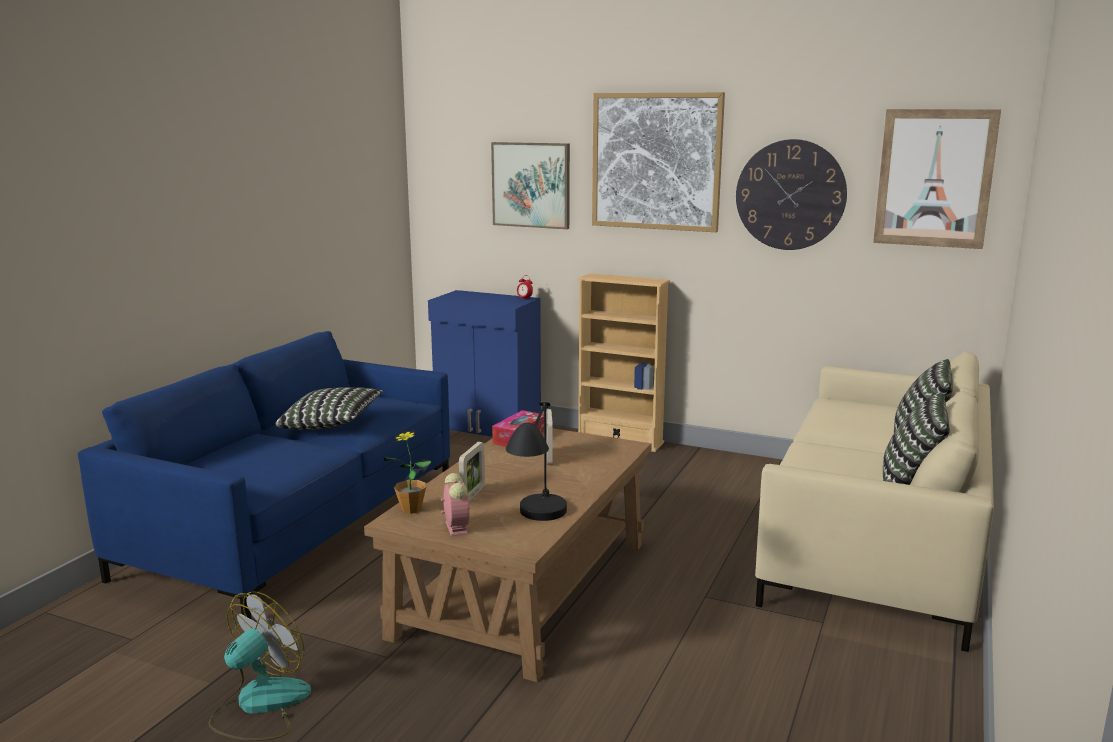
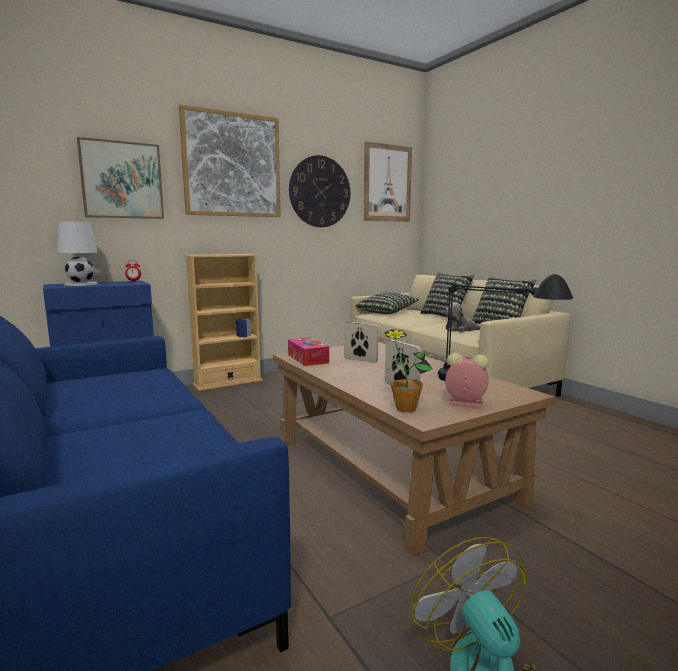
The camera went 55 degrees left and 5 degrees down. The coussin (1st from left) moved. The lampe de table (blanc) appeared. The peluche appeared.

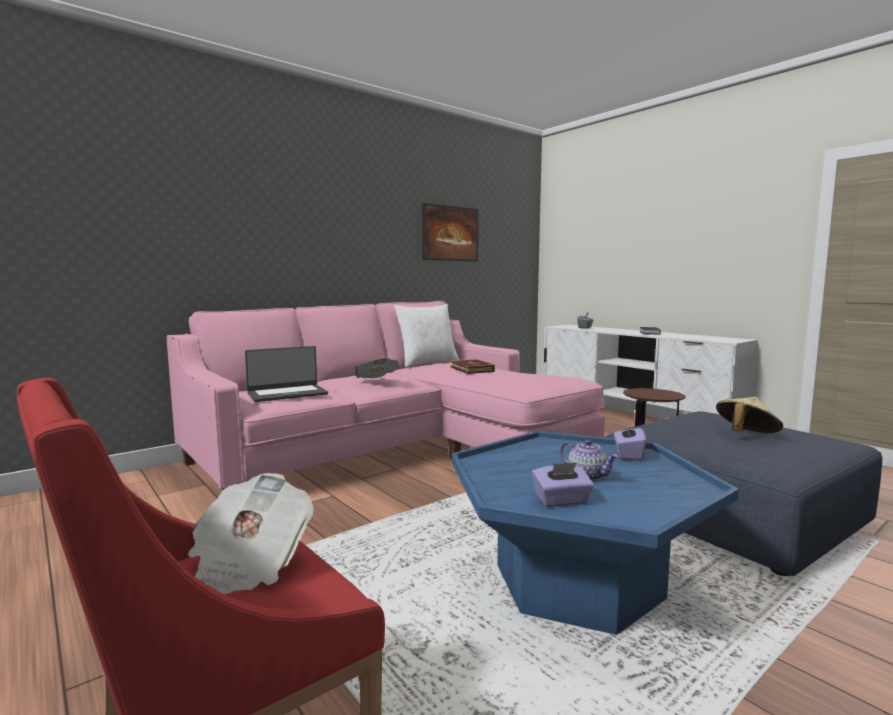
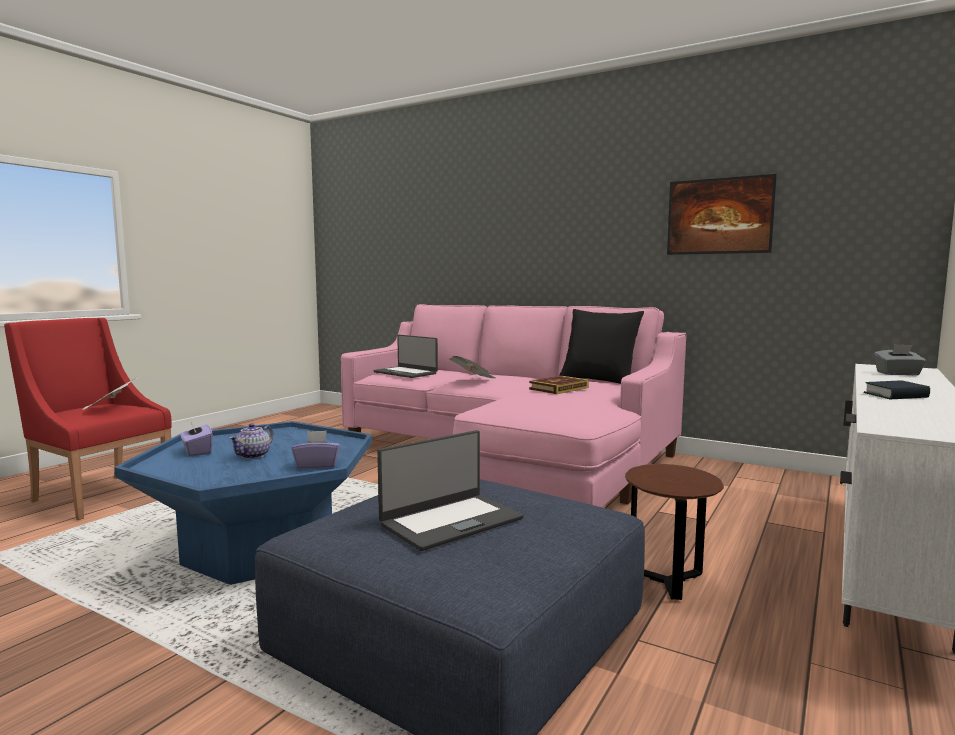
The camera went 70 degrees right and 0 degrees up. The coussin (blanc) became the coussin (noir). The chapeau (beige) was replaced by the ordinateur portable (2nd from left).

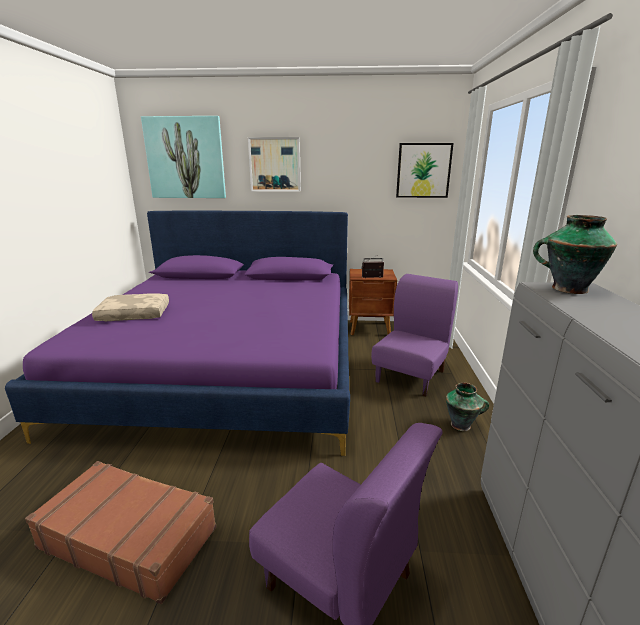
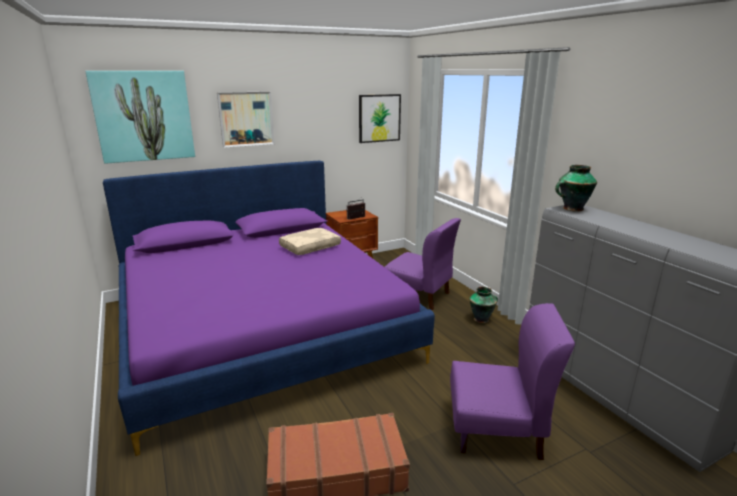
The camera went 30 degrees left and 0 degrees up. The chaise (violet) (2nd from left in the first image) turned 120 degrees clockwise. The coussin (beige) moved.

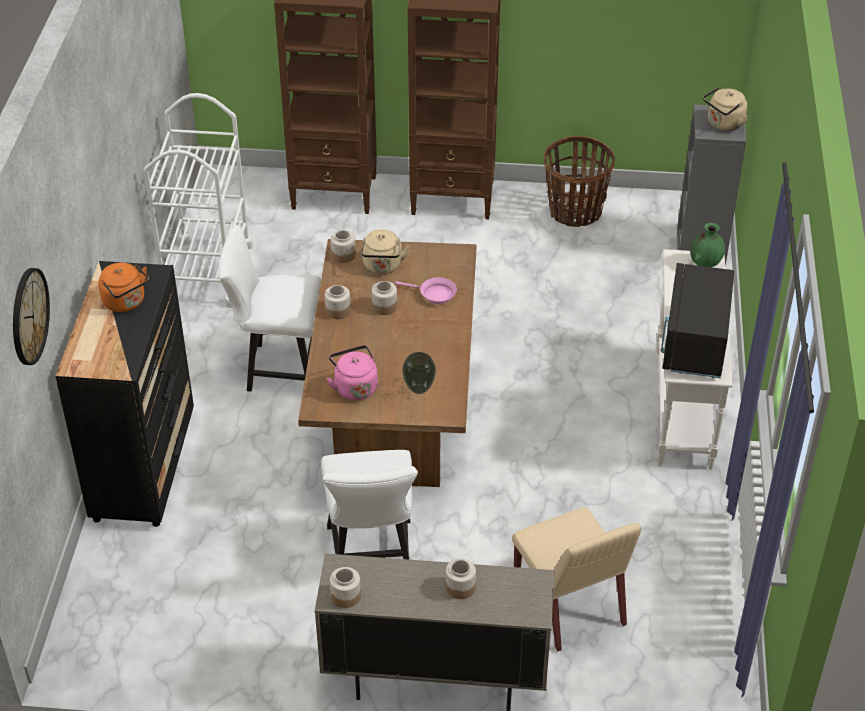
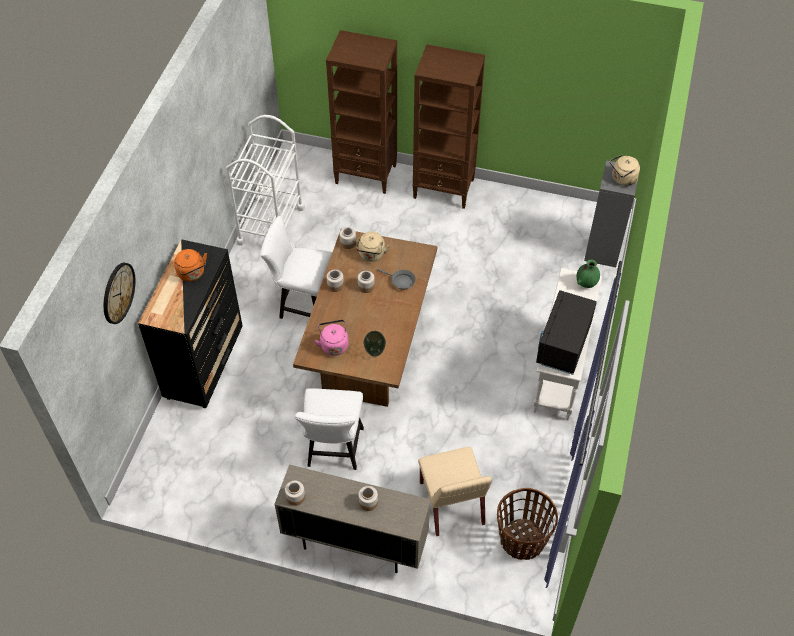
The camera went 10 degrees right and 10 degrees up. The panier moved. The poêle (rose) became the poêle (gris).

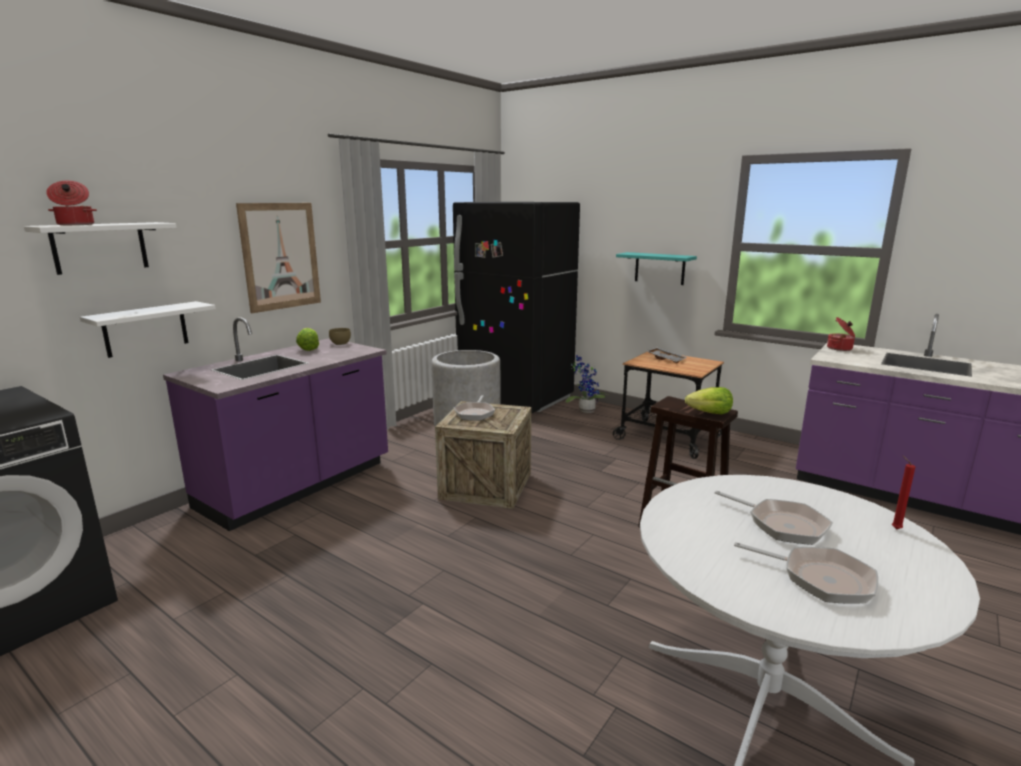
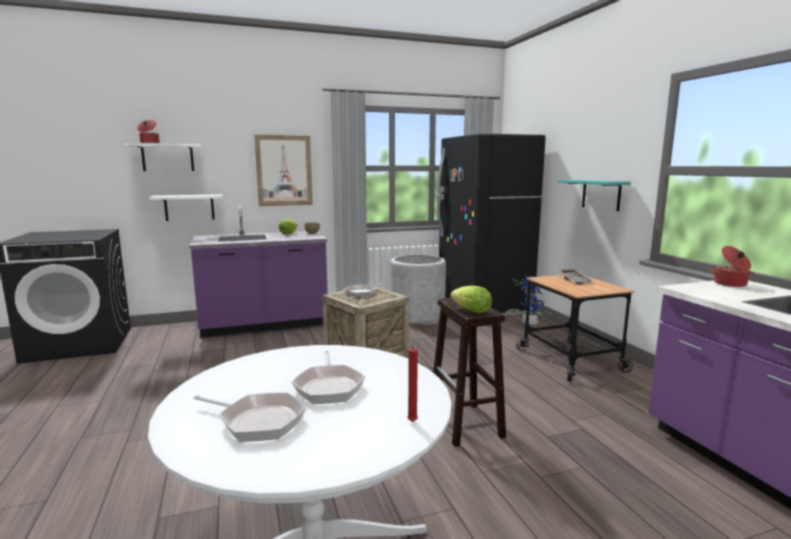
The camera went 35 degrees right and 5 degrees down. The poêle (3rd from left in the first image) turned 45 degrees counterclockwise.

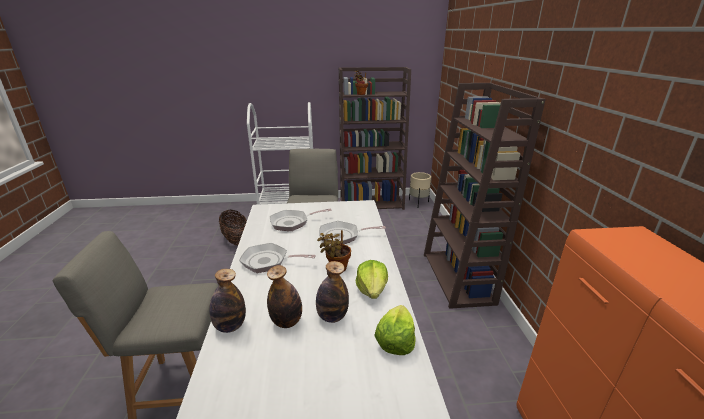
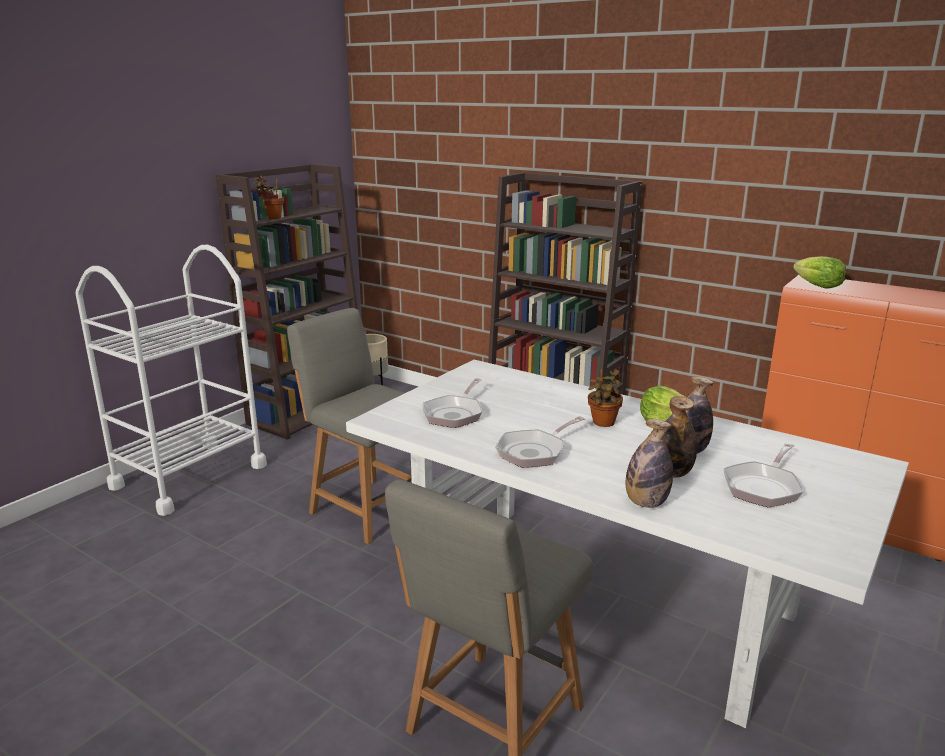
The camera went 50 degrees left and 5 degrees down. The panier disappeared. The poêle (3rd from left) moved. The laitue (2nd from left) moved.

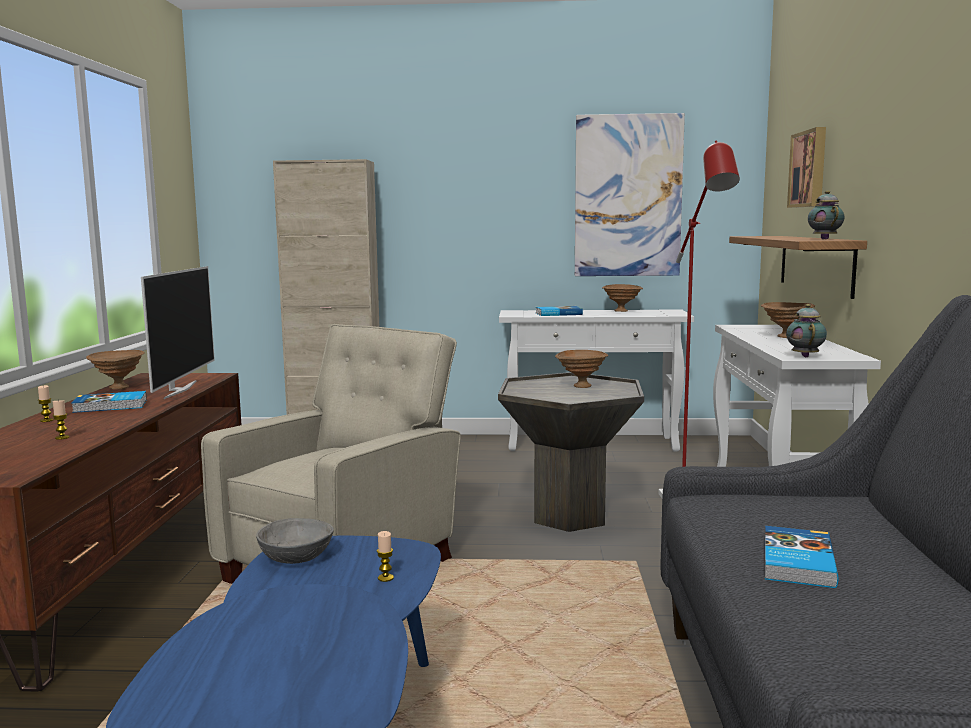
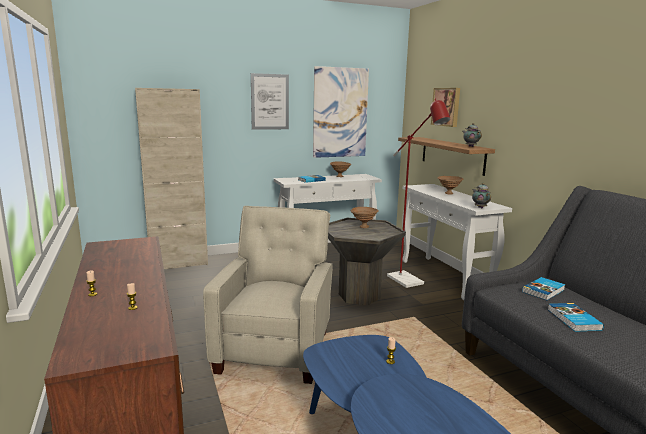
The camera went 25 degrees left and 5 degrees up. The téléviseur disappeared. The bol (marron) (1st from left) disappeared. The livre (1st from left in the first image) moved. The bol (gris) disappeared. The tableau (1st from left) appeared.

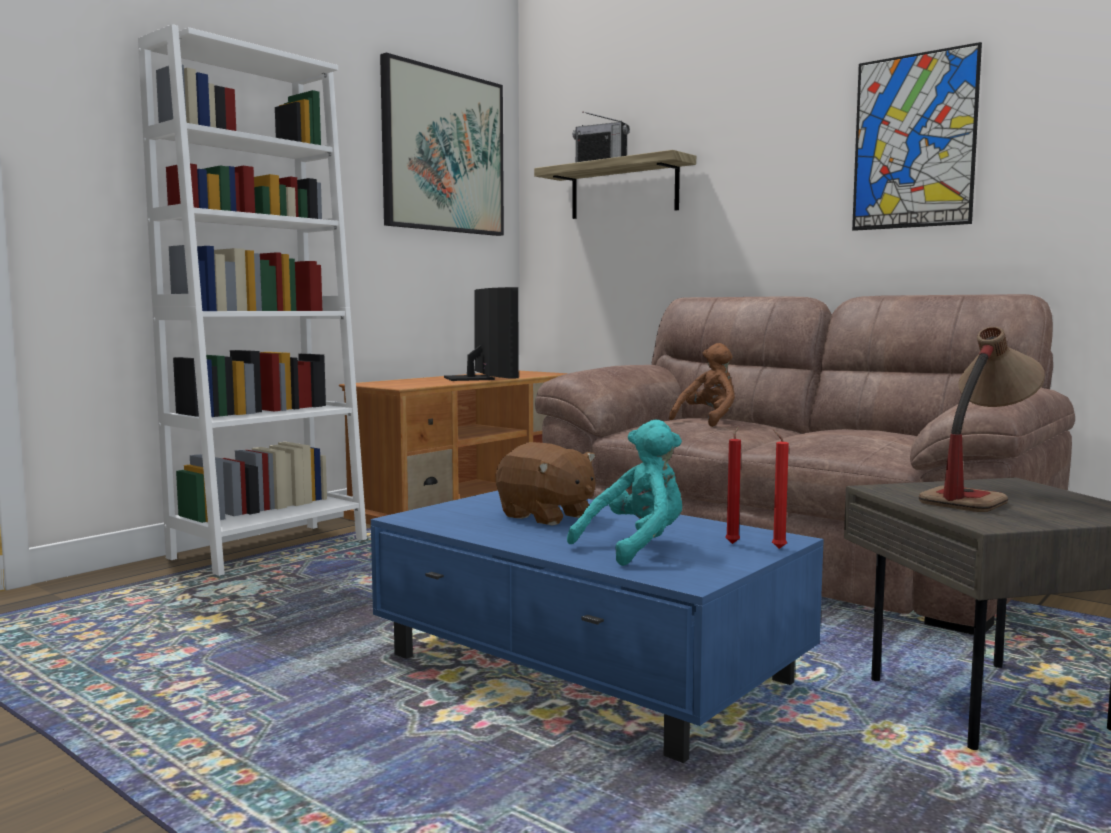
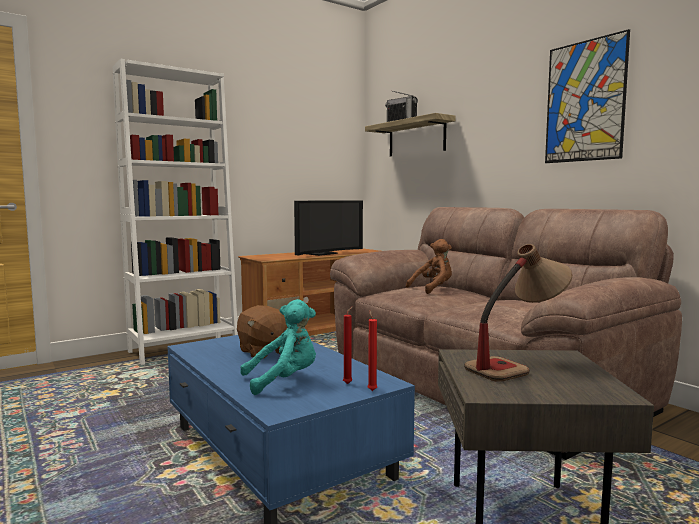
The camera went 15 degrees right and 0 degrees up. The tableau (1st from left) disappeared. The téléviseur turned 45 degrees clockwise.

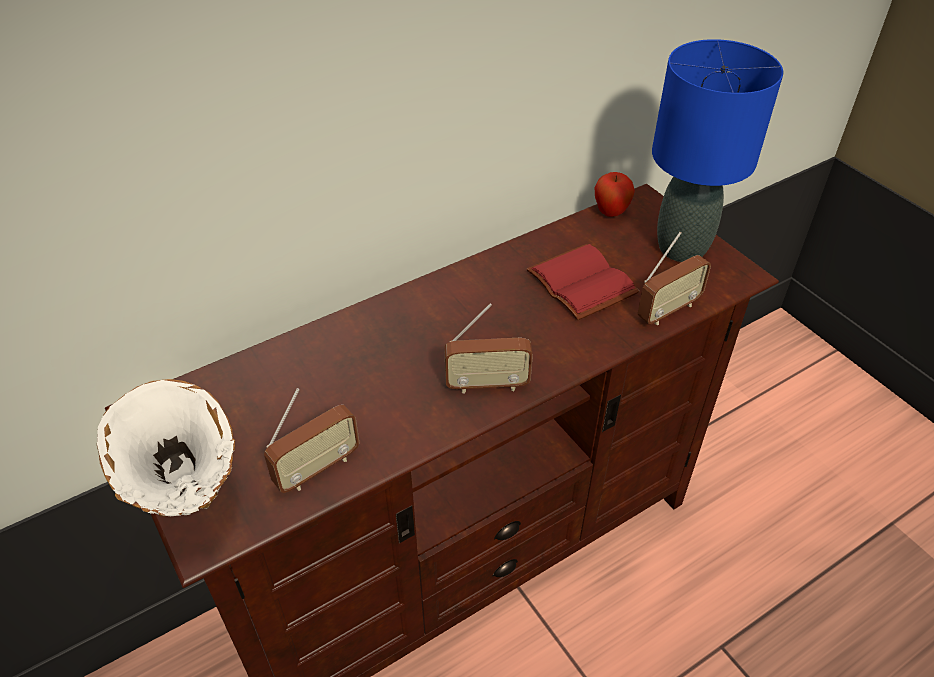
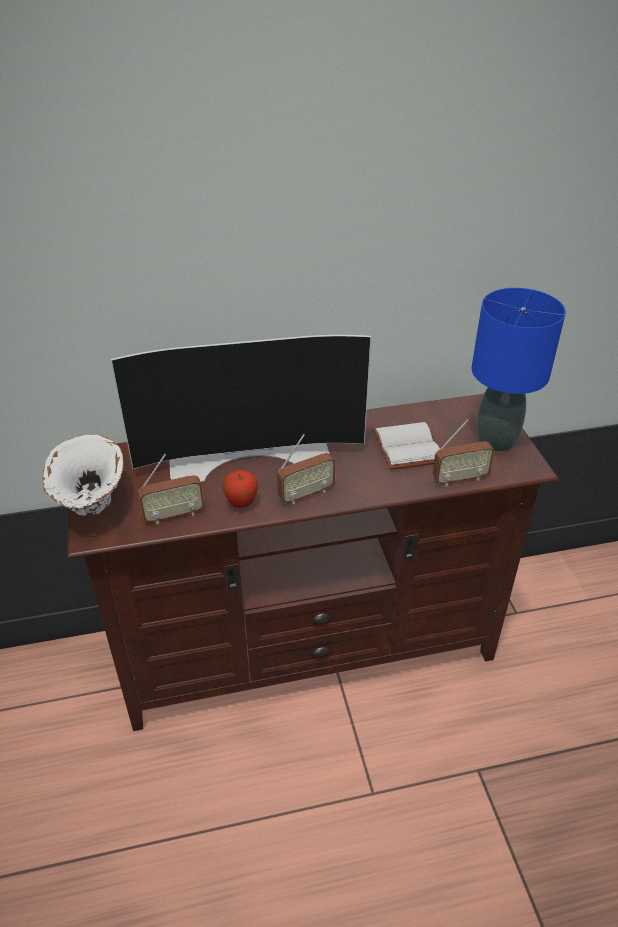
The camera went 20 degrees right and 5 degrees down. The pomme moved. The livre (rouge) became the livre (blanc). The radio (2nd from left) turned 45 degrees counterclockwise. The téléviseur appeared.

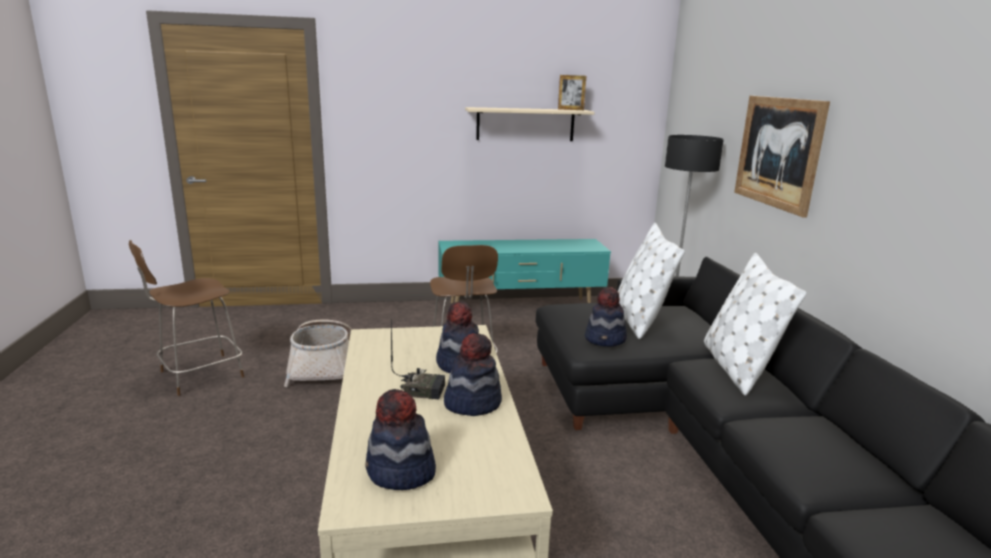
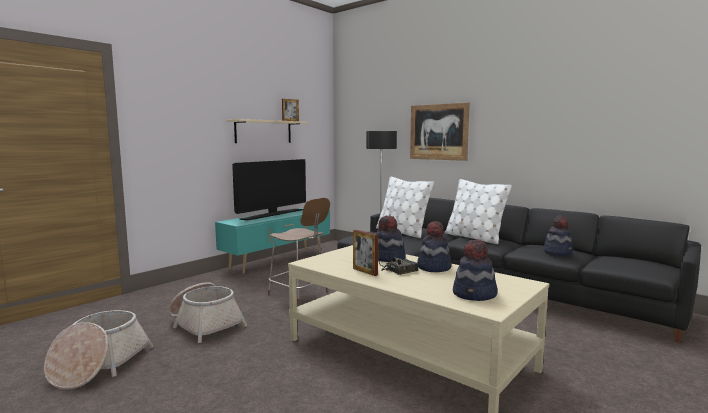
The camera went 40 degrees left and 10 degrees down. The tabouret (marron) (1st from left) was replaced by the panier (1st from left). The chapeau (4th from left) moved. The téléviseur appeared. The cadre photo (2nd from left) appeared.

